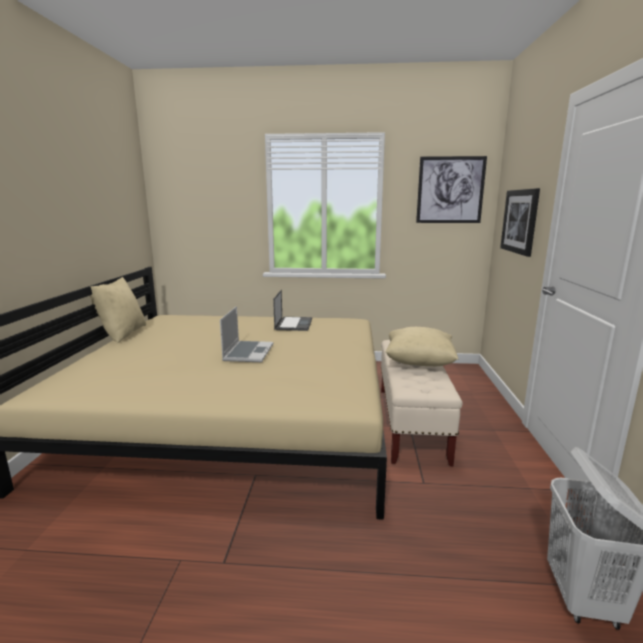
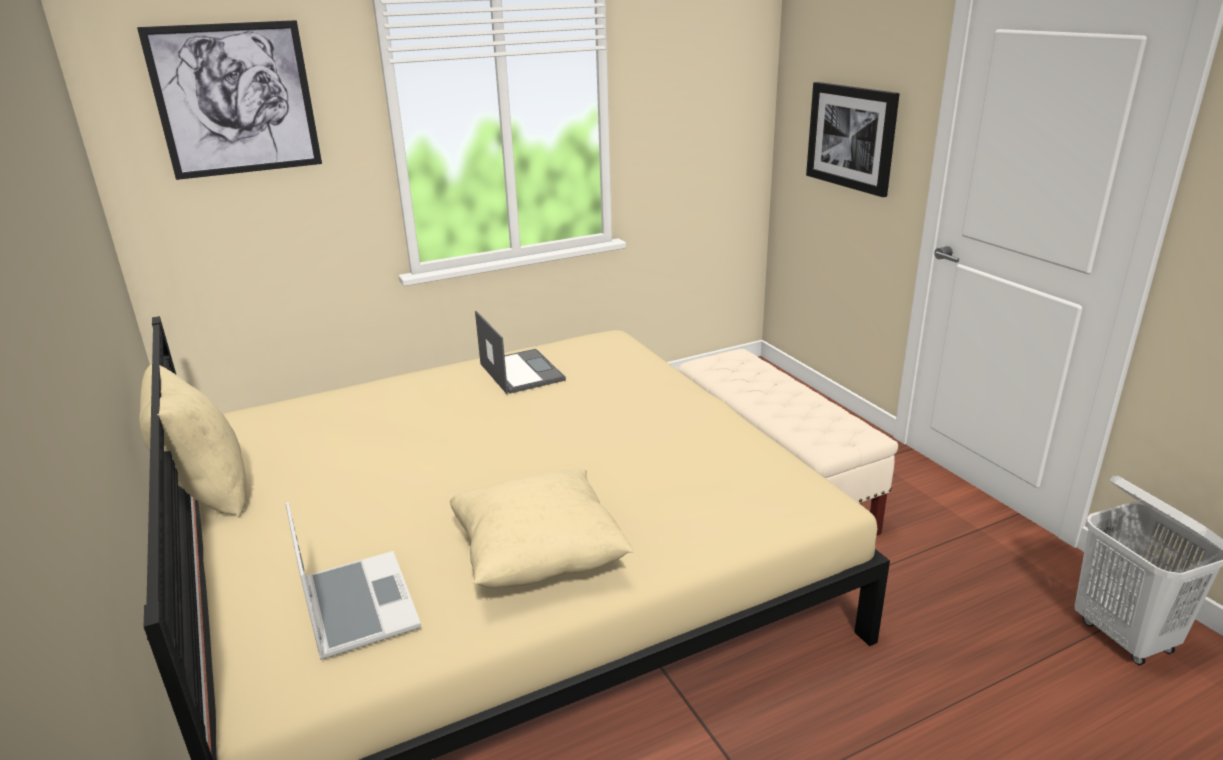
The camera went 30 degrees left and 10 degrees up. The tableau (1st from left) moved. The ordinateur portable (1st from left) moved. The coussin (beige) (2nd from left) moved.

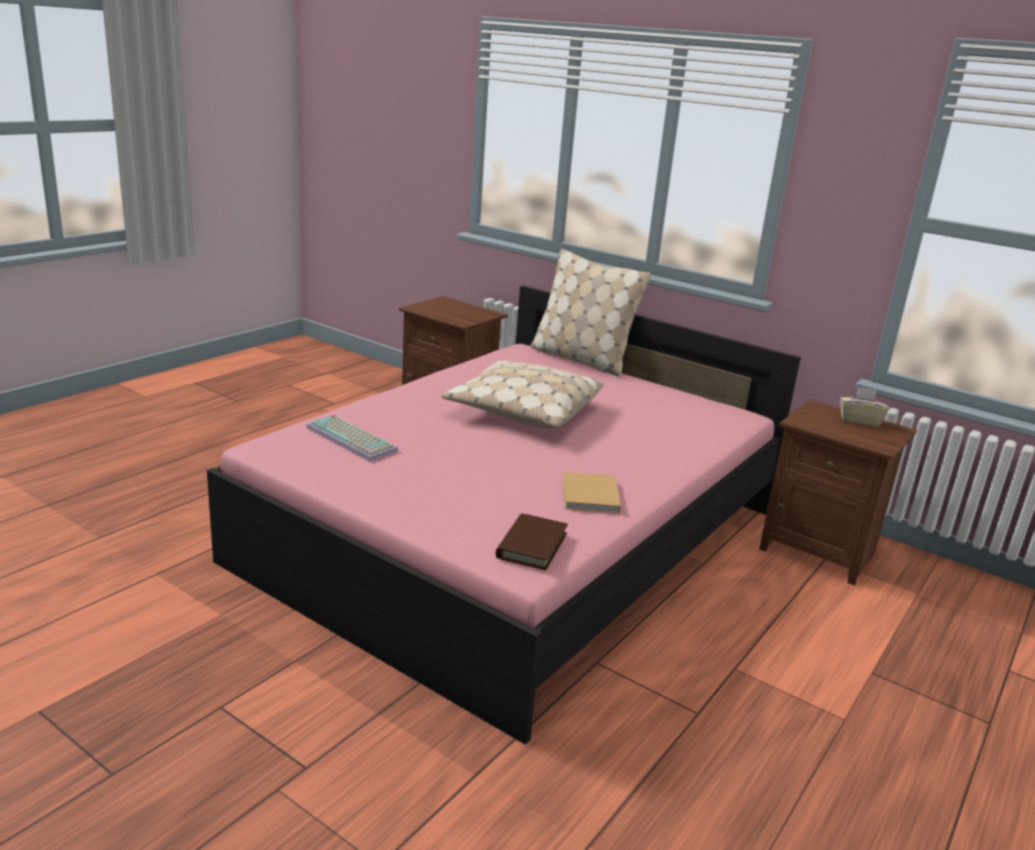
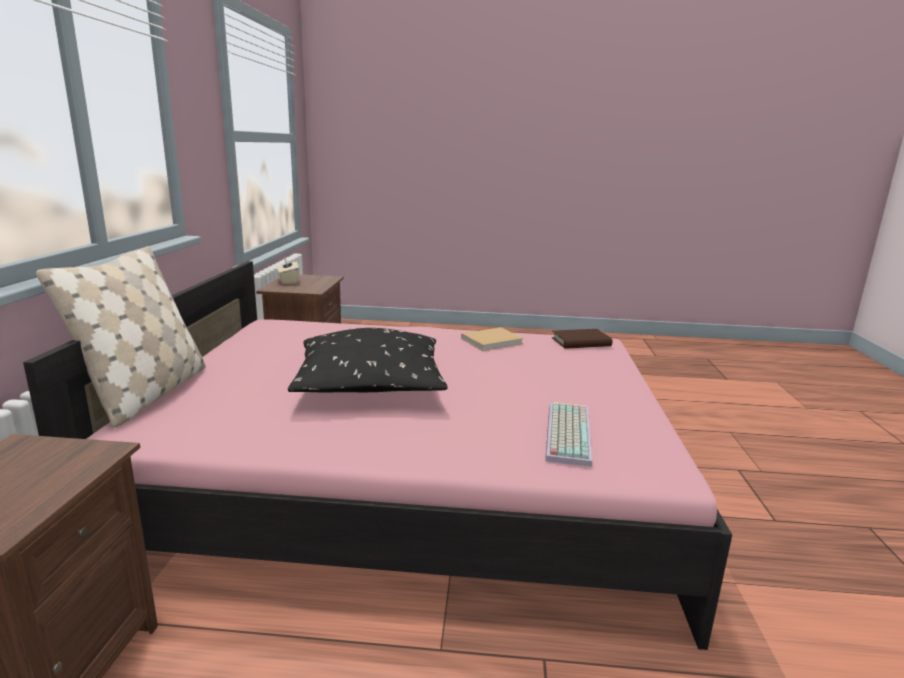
The camera went 120 degrees left and 5 degrees down. The coussin (beige) (1st from left) became the coussin (noir).

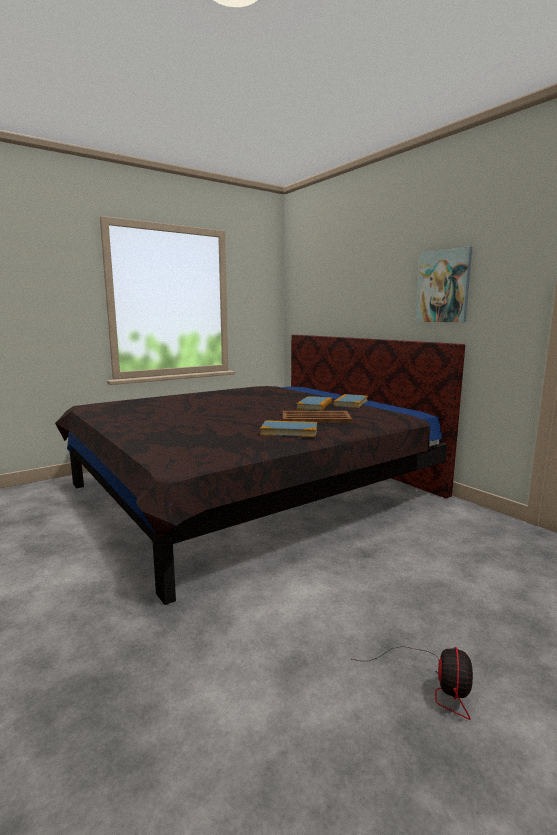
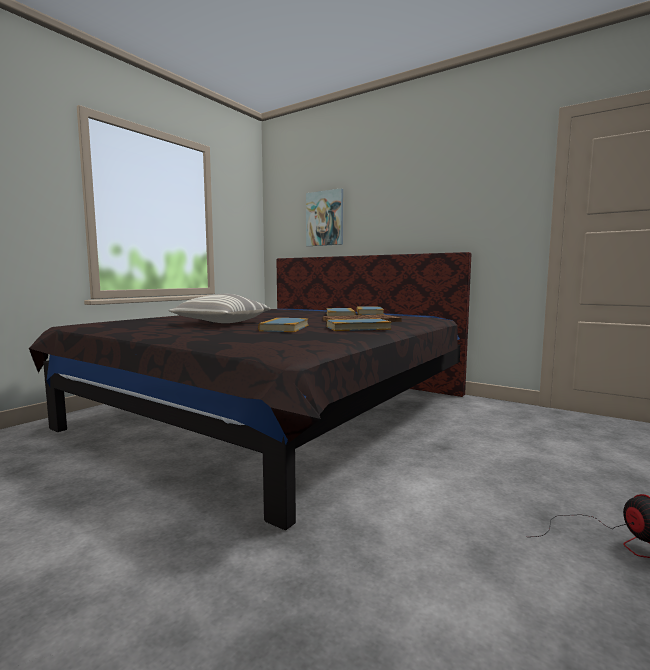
The camera went 20 degrees left and 5 degrees down. The tableau moved. The coussin appeared. The livre (1st from left) appeared.

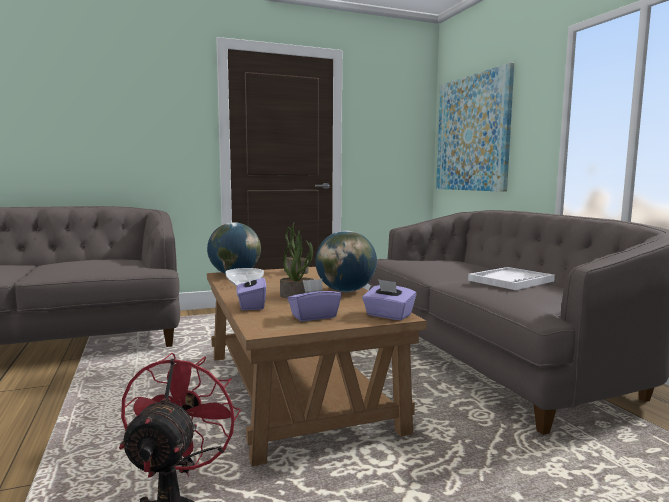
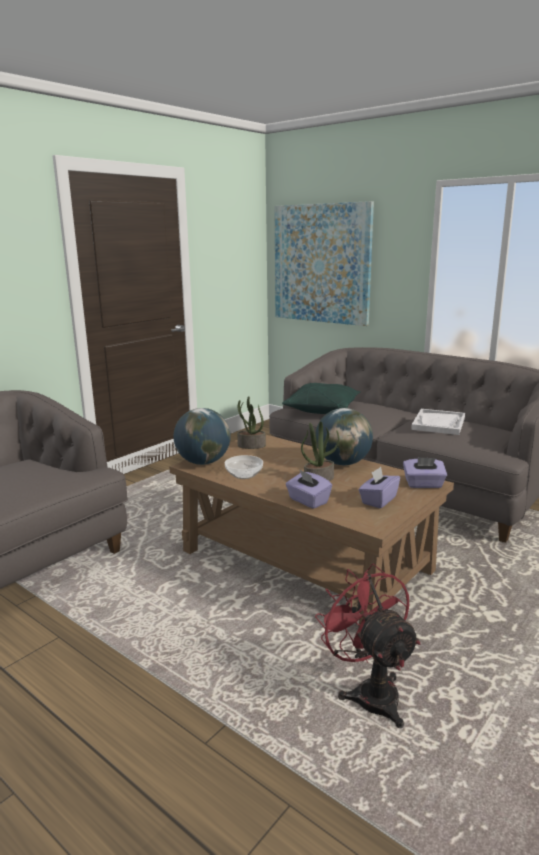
The camera went 30 degrees left and 10 degrees up. The coussin (vert) appeared.

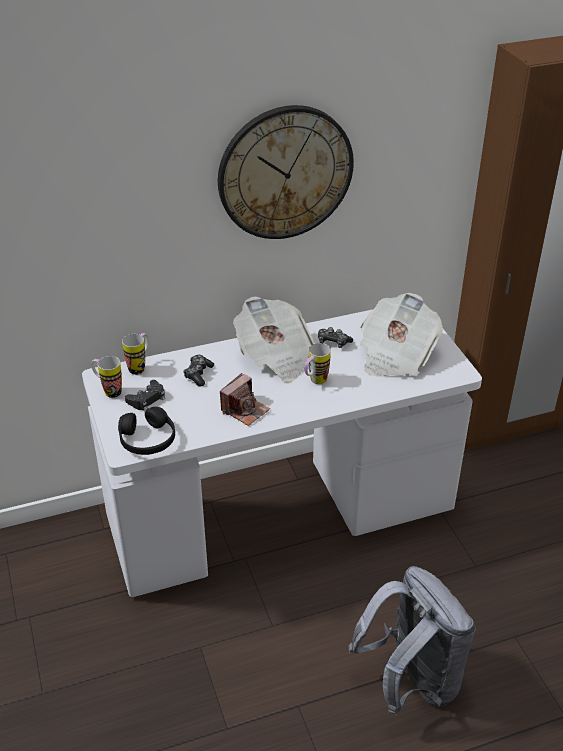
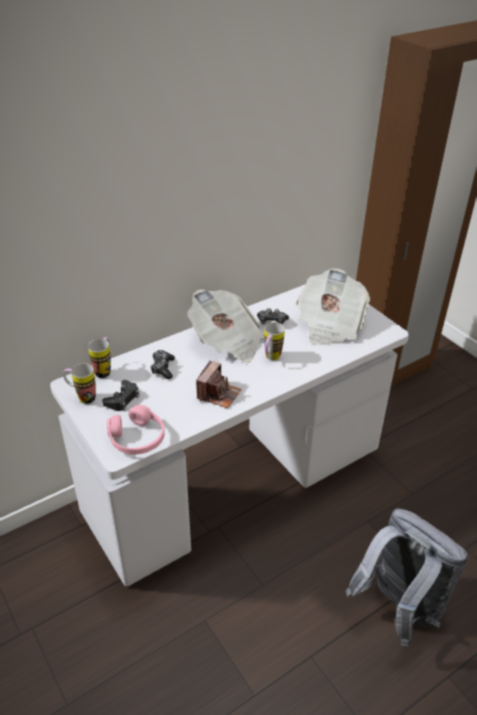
The camera went 15 degrees left and 0 degrees up. The horloge murale disappeared. The casque audio (noir) became the casque audio (rose).

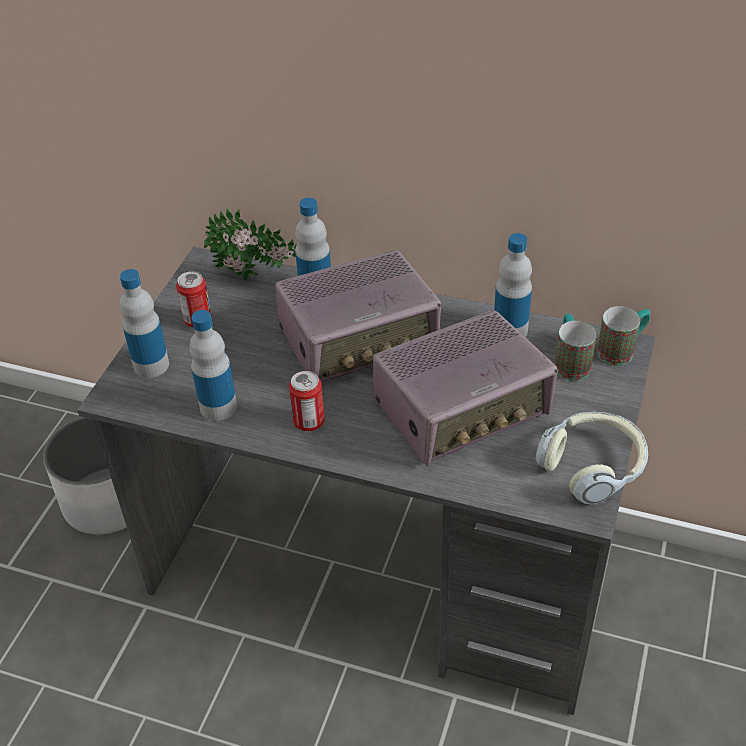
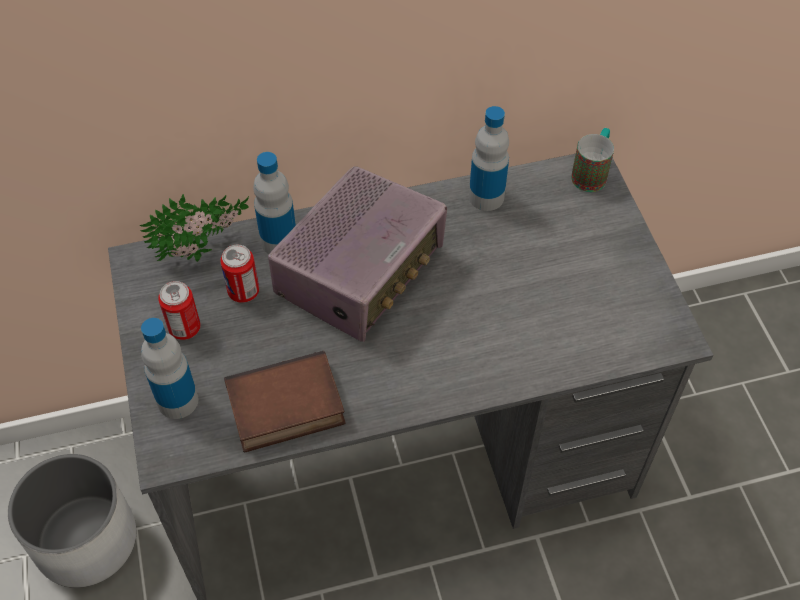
The camera went 35 degrees left and 10 degrees up. The bouteille (2nd from left) was replaced by the livre. The radio (2nd from left) disappeared. The mug (1st from left) disappeared. The boîte métallique (2nd from left) moved. The casque audio disappeared.

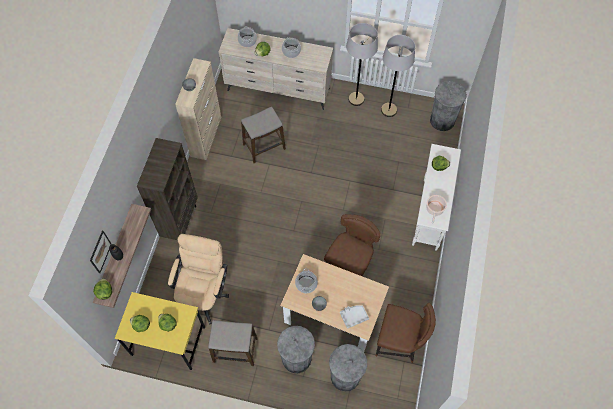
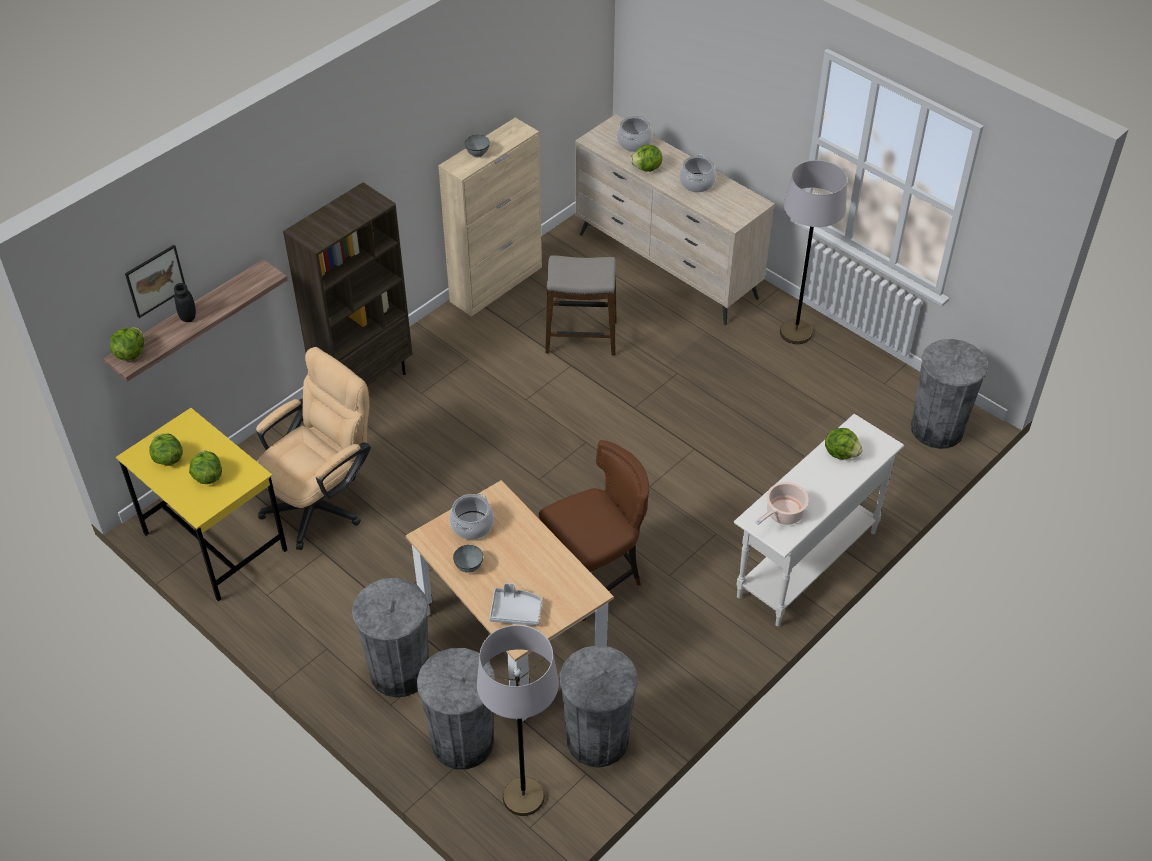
The camera went 30 degrees right and 15 degrees down. The lampadaire (gris) (2nd from left in the first image) moved. The chaise (marron) (2nd from left) was replaced by the poubelle (gris) (3rd from left). The tabouret (1st from left) disappeared.

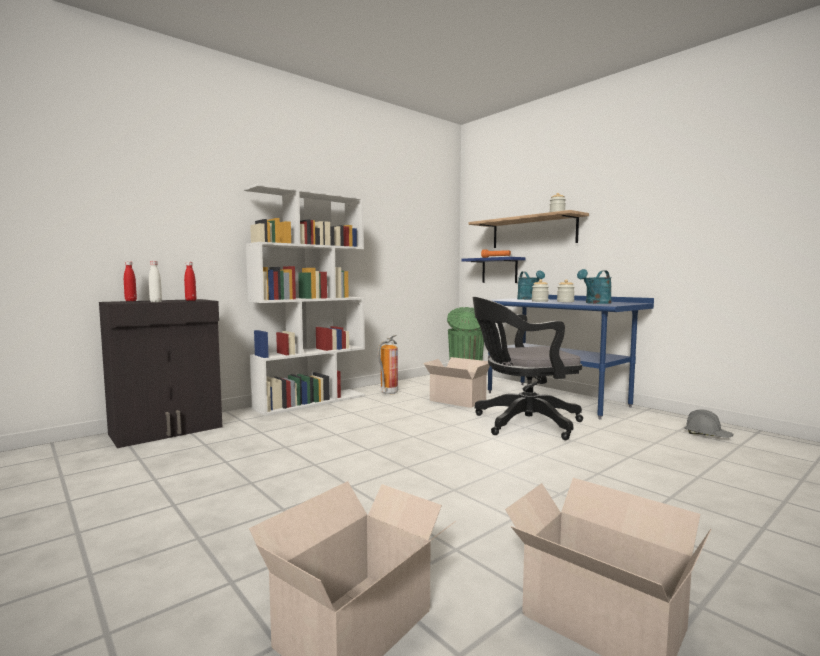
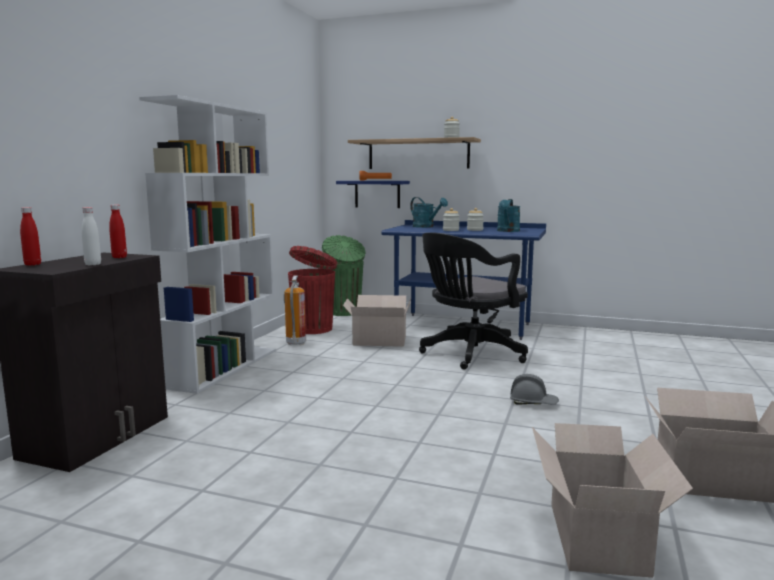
The camera went 30 degrees left and 5 degrees up. The casque de chantier (gris) moved. The poubelle (rouge) appeared.

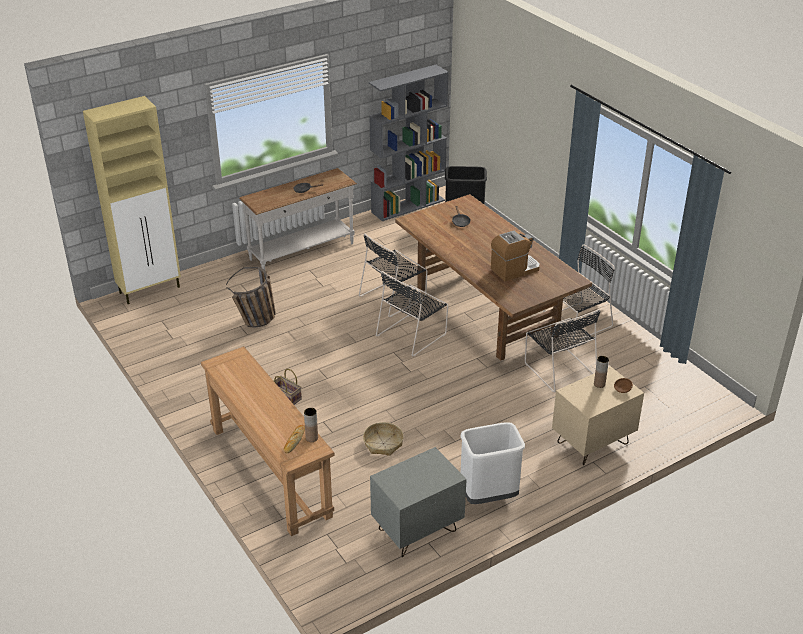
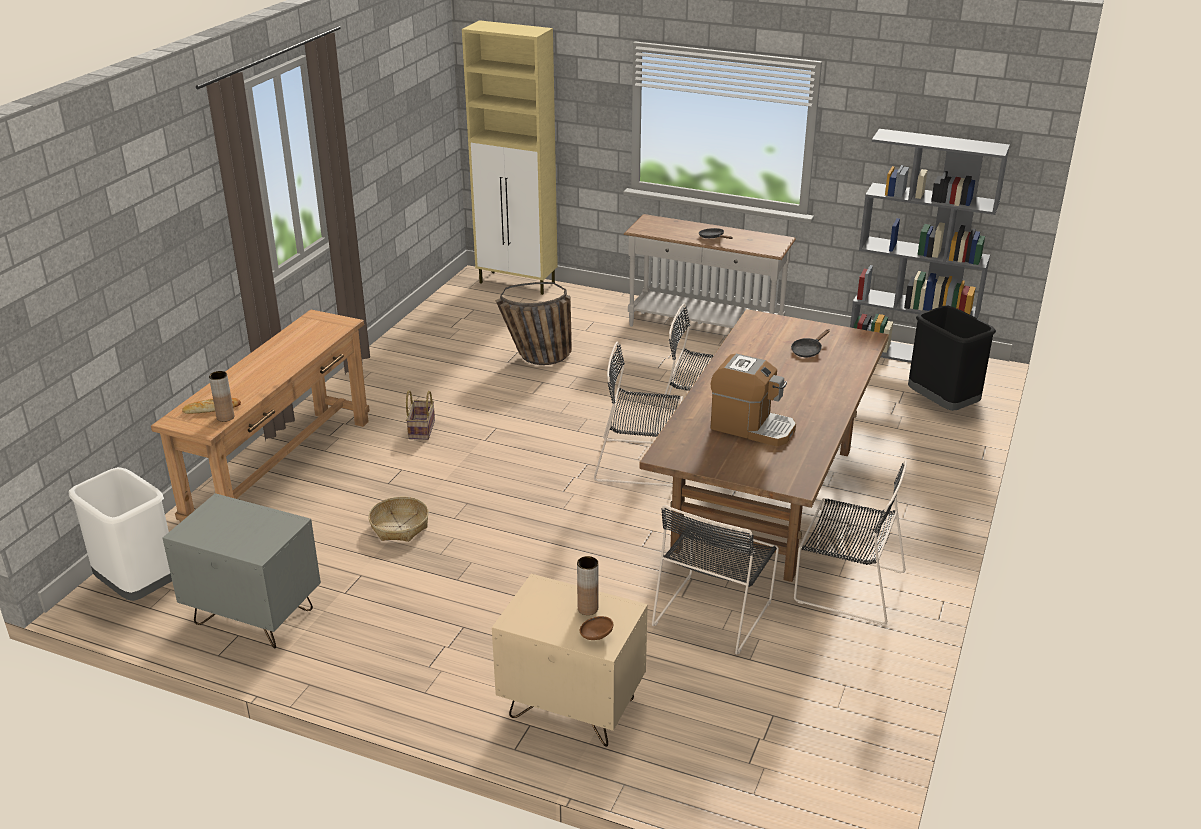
The camera went 55 degrees right and 5 degrees down. The poubelle (blanc) moved.

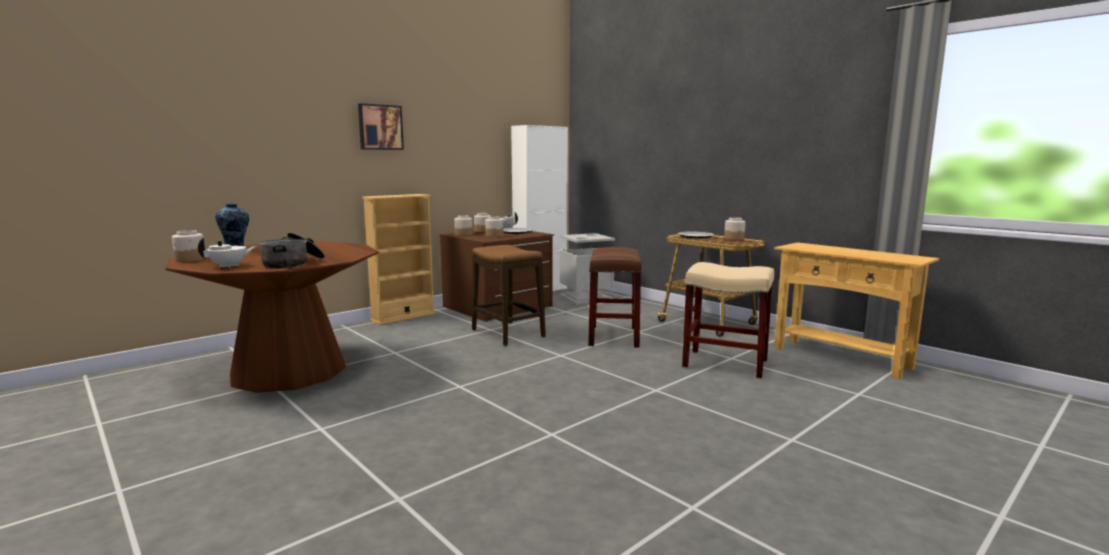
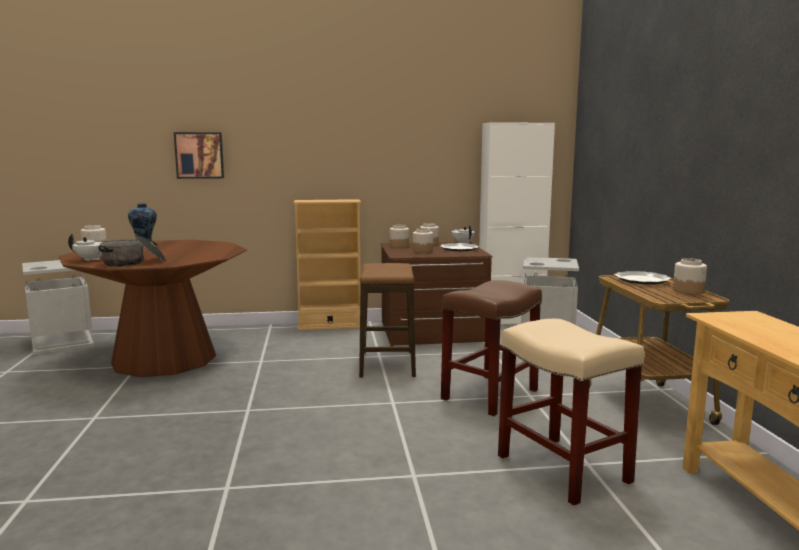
The camera went 35 degrees right and 0 degrees up. The tableau moved. The poubelle (gris) (1st from left) appeared.

